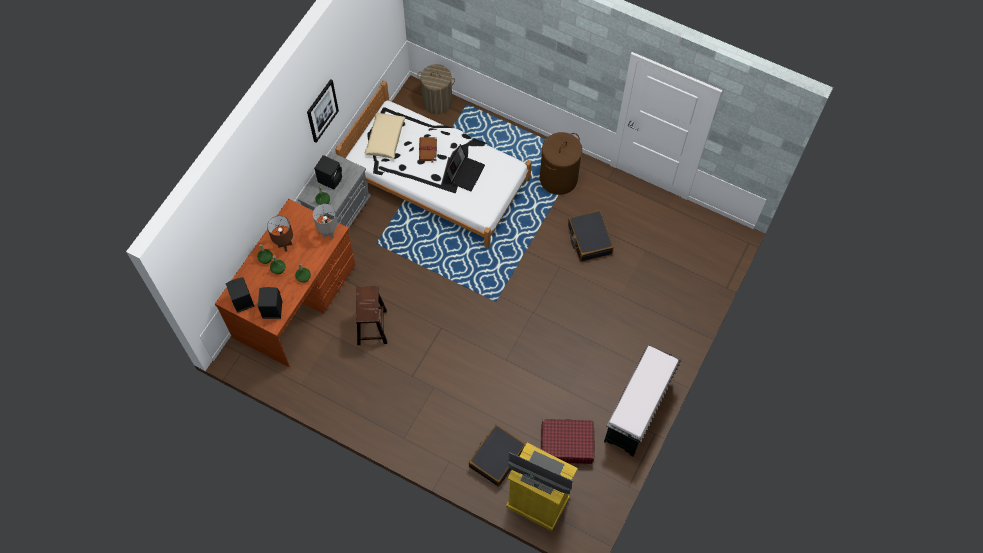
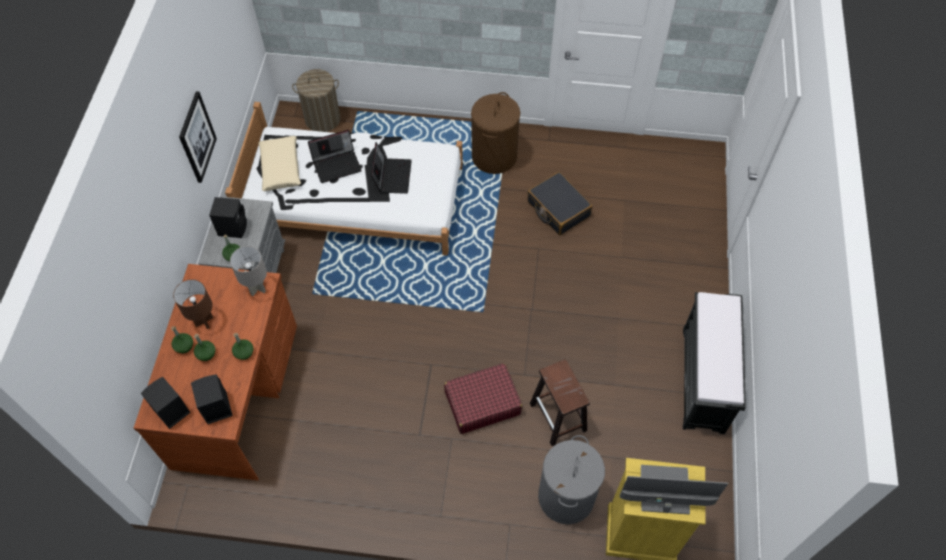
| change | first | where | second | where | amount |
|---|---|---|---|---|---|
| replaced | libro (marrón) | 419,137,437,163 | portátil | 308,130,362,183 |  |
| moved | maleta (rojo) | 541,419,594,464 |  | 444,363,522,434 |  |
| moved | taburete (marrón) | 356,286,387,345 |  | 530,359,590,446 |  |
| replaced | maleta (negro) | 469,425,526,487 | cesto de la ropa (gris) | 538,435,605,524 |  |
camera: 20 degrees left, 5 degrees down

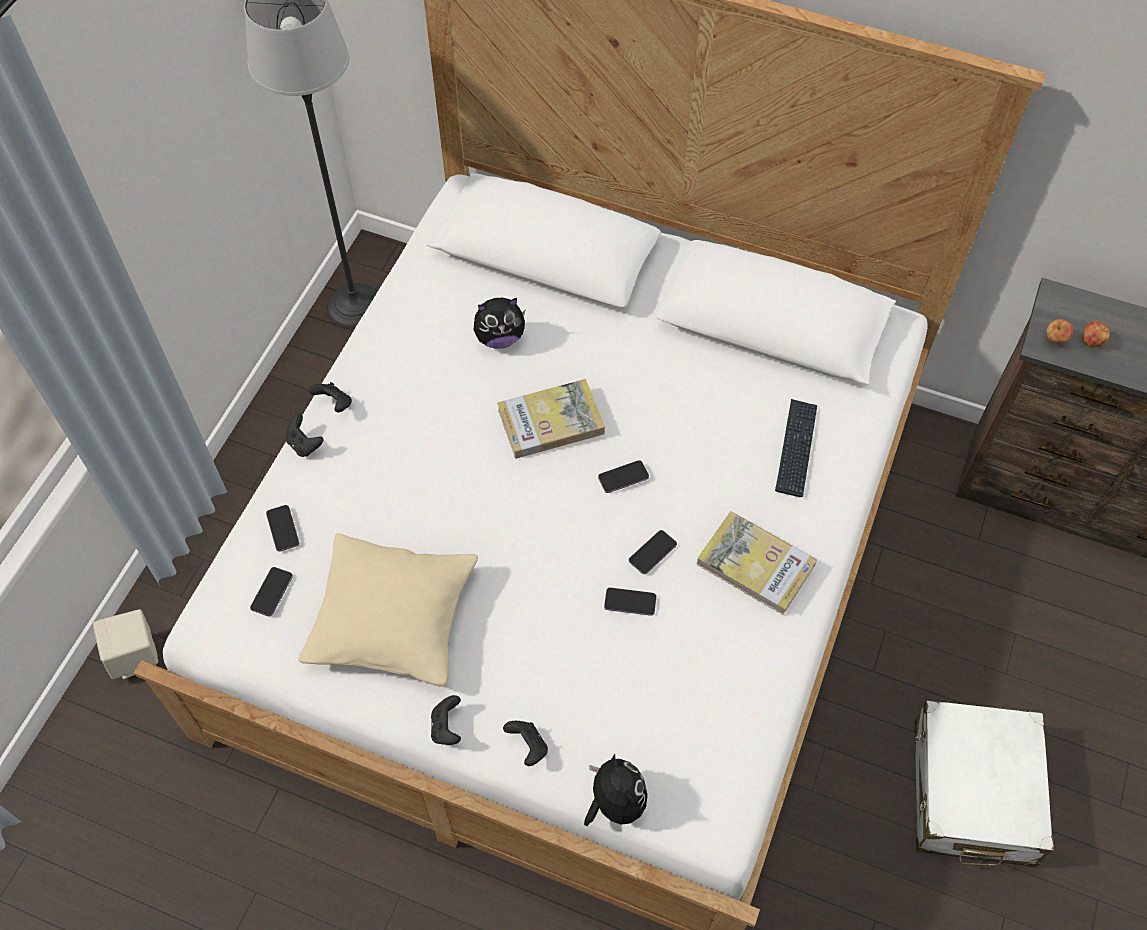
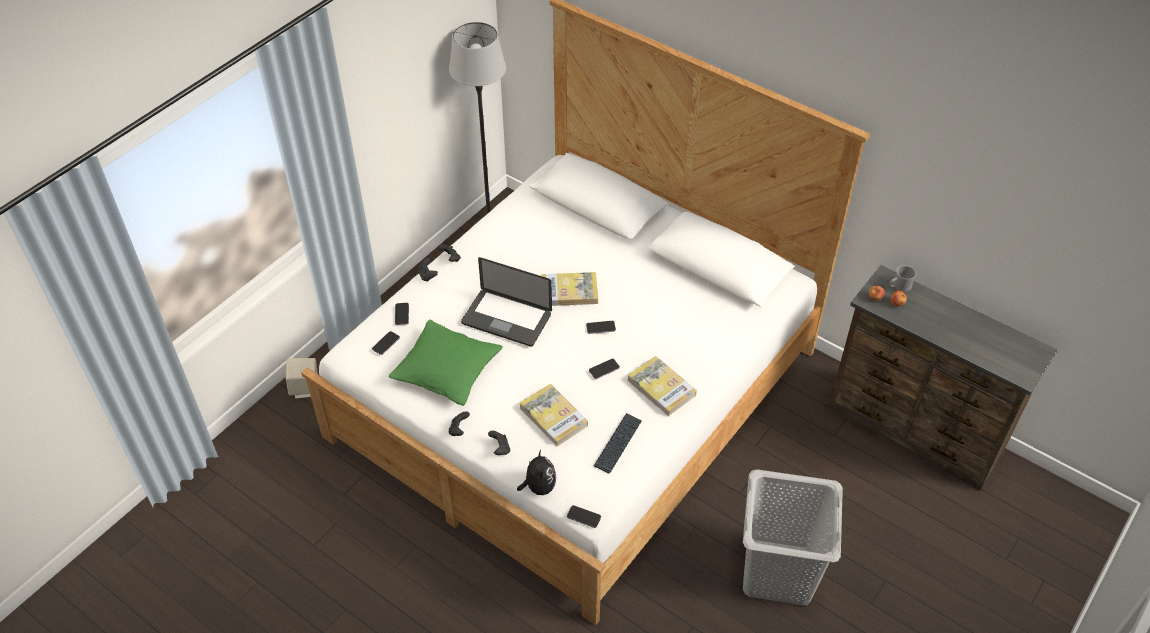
| change | first | where | second | where | amount |
|---|---|---|---|---|---|
| recoloured | cojín (beis) | 298,533,478,687 | cojín (verde) | 389,320,503,406 |  |
| added |  |  | portátil | 461,257,552,347 |  |
| added |  |  | libro | 519,384,588,446 |  |
| moved | móvil | 604,587,656,616 |  | 567,505,601,528 |  |
| moved | teclado | 775,399,817,497 |  | 594,413,642,474 |  |
| replaced | maleta (blanco) | 915,700,1054,867 | cesto de la ropa (gris) | 743,469,843,605 |  |
| added |  |  | taza grande (gris) | 889,265,916,292 |  |
| removed | peluche | 474,298,526,349 |  |  |  |
camera: 15 degrees right, 10 degrees down

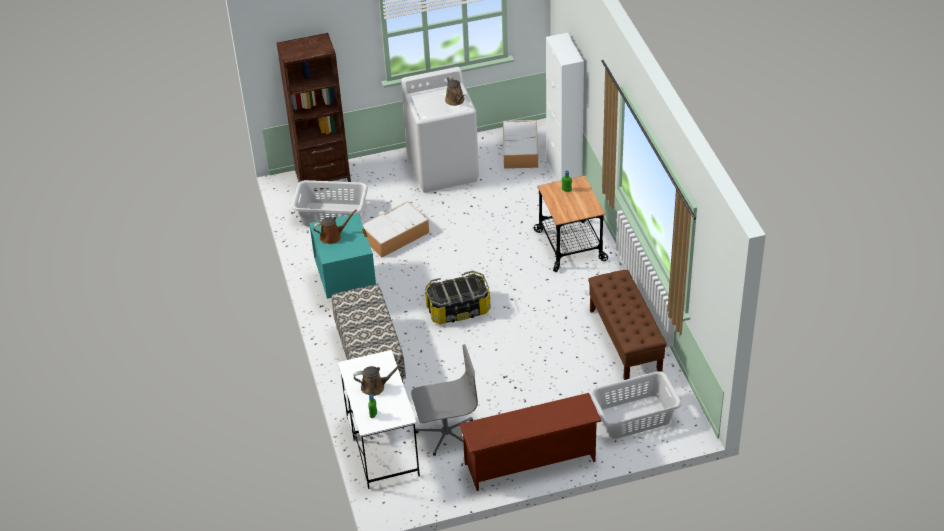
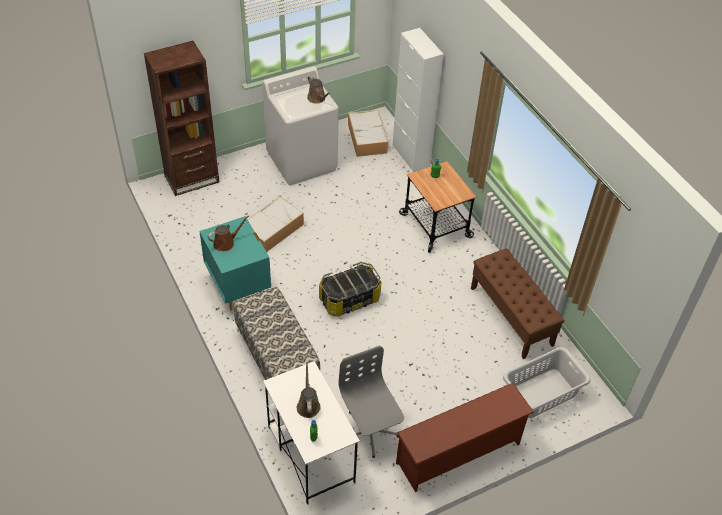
| change | first | where | second | where | amount |
|---|---|---|---|---|---|
| turned | regadera (marrón) | 354,362,404,396 |  | 297,362,321,418 | 75 degrees counterclockwise |
| turned | silla de oficina (gris) | 411,344,478,456 |  | 339,346,404,458 | 90 degrees counterclockwise |
| removed | cesto de la ropa (gris) | 292,180,368,226 |  |  |  |
camera: 15 degrees left, 5 degrees up

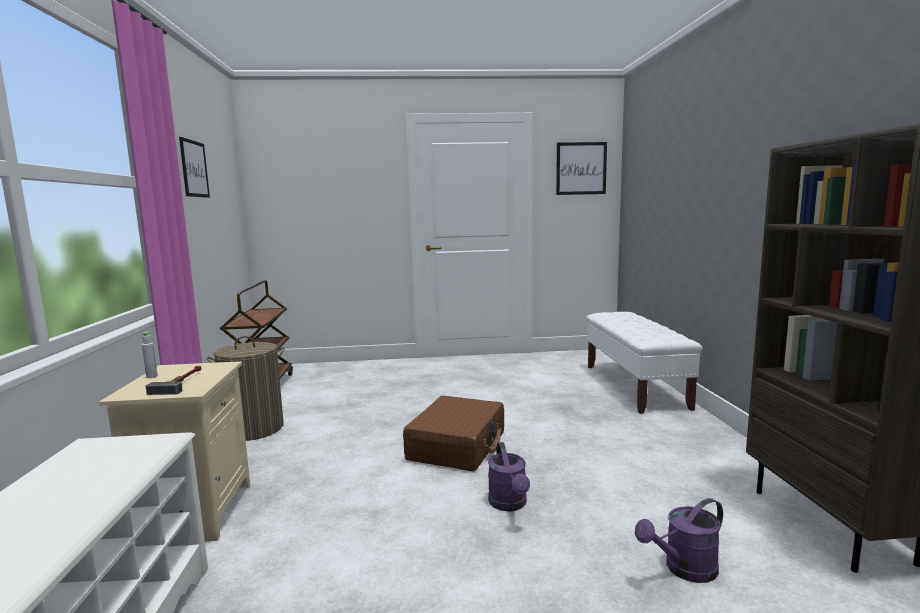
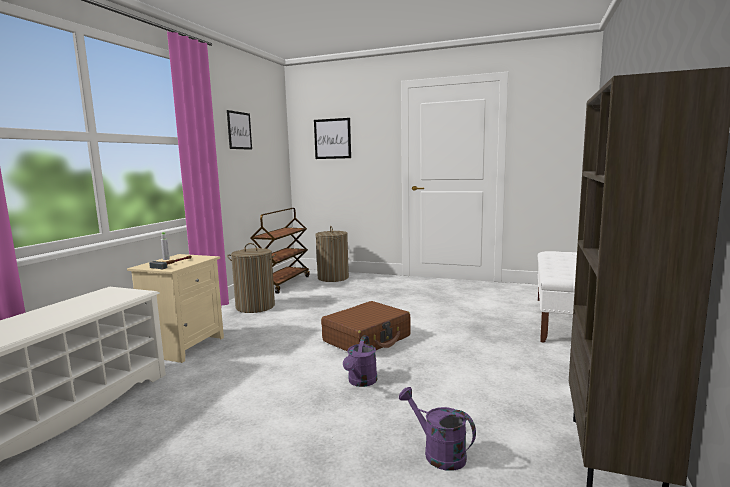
| change | first | where | second | where | amount |
|---|---|---|---|---|---|
| moved | cuadro | 556,142,607,195 |  | 314,118,351,159 |  |
| added |  |  | cesto de la ropa | 315,226,349,282 |  |
| turned | regadera (morado) | 635,498,723,583 |  | 399,387,476,471 | 45 degrees clockwise |
camera: 25 degrees right, 0 degrees up

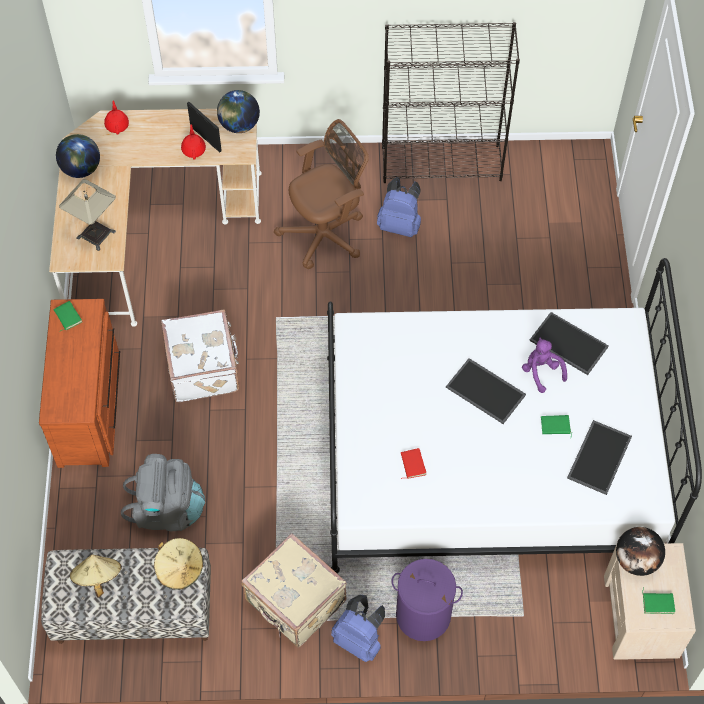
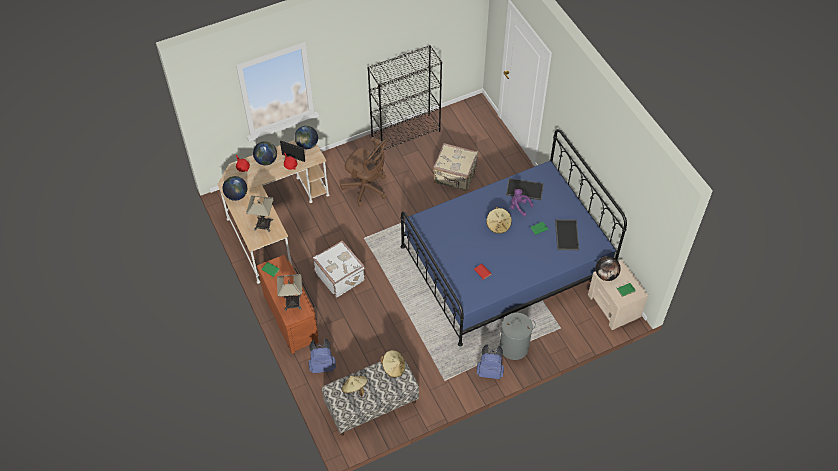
| change | first | where | second | where | amount |
|---|---|---|---|---|---|
| added |  |  | globo terráqueo | 253,141,277,165 |  |
| added |  |  | lámpara de mesa | 277,274,302,311 |  |
| moved | mochila (azul) | 377,177,421,237 |  | 308,339,336,374 |  |
| turned | silla de oficina (marrón) | 274,119,369,269 |  | 340,137,388,206 | 90 degrees clockwise |
| recoloured | cama (blanco) | 327,258,702,574 | cama (azul) | 400,129,627,347 |  |
| moved | maleta (beis) | 241,533,347,648 |  | 433,143,478,191 |  |
| replaced | bandeja | 446,358,526,424 | sombrero (beis) | 486,207,512,234 |  |
| recoloured | cesto de la ropa (morado) | 392,559,463,641 | cesto de la ropa (gris) | 498,313,536,360 |  |
| removed | mochila (gris) | 121,454,205,531 |  |  |  |
camera: 25 degrees left, 5 degrees down

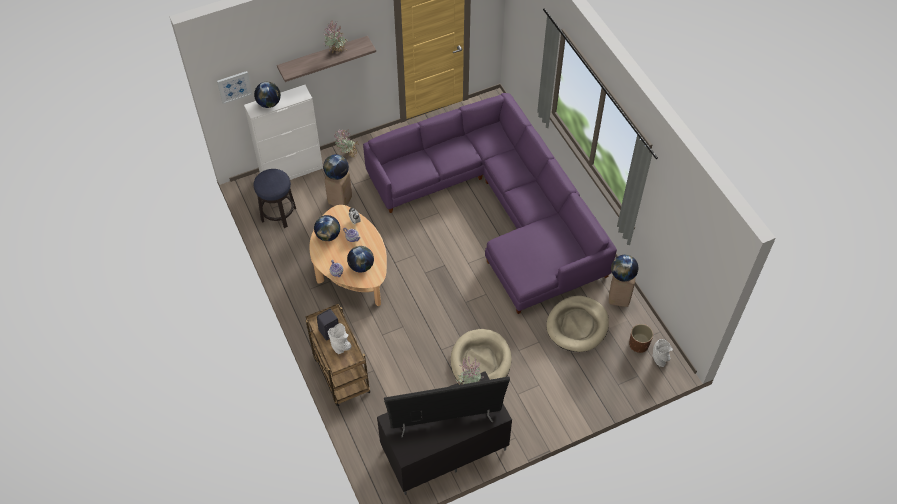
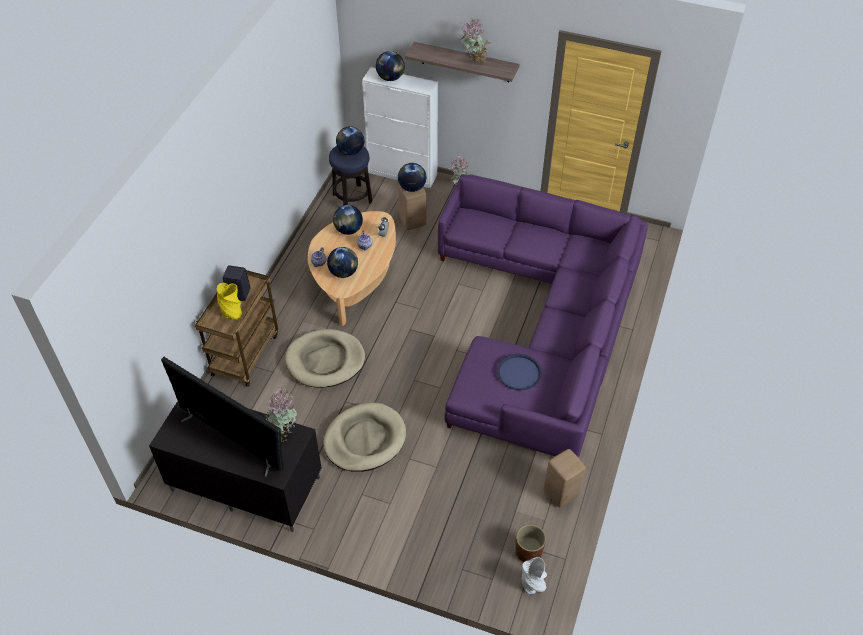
| change | first | where | second | where | amount |
|---|---|---|---|---|---|
| recoloured | florero (gris) | 328,323,351,354 | florero (amarillo) | 216,283,242,320 |  |
| moved | cama para perro (beis) | 546,295,609,352 |  | 285,329,365,388 |  |
| moved | globo terráqueo | 611,255,638,282 |  | 336,126,364,155 |  |
| added |  |  | bandeja (azul) | 497,354,542,390 |  |
| removed | cuadro | 217,71,253,104 |  |  |  |
camera: 45 degrees right, 5 degrees down

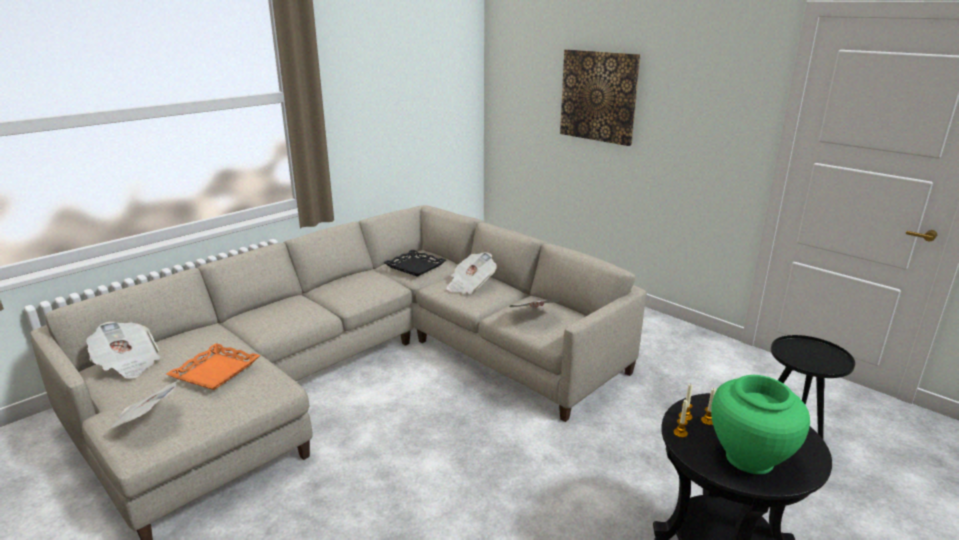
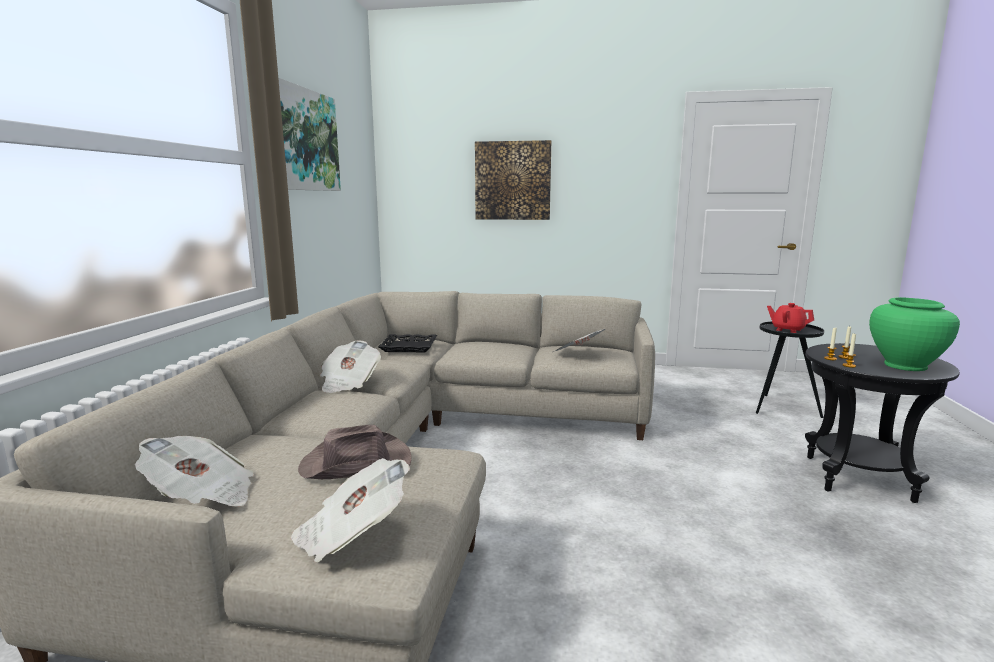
| change | first | where | second | where | amount |
|---|---|---|---|---|---|
| added |  |  | cuadro | 278,78,341,191 |  |
| replaced | bandeja (naranja) | 166,343,260,390 | sombrero (marrón) | 298,424,412,479 |  |
| moved | periódico | 446,252,497,294 |  | 320,340,381,393 |  |
| added |  |  | tetera (rojo) | 767,303,814,333 |  |
camera: 35 degrees left, 10 degrees down

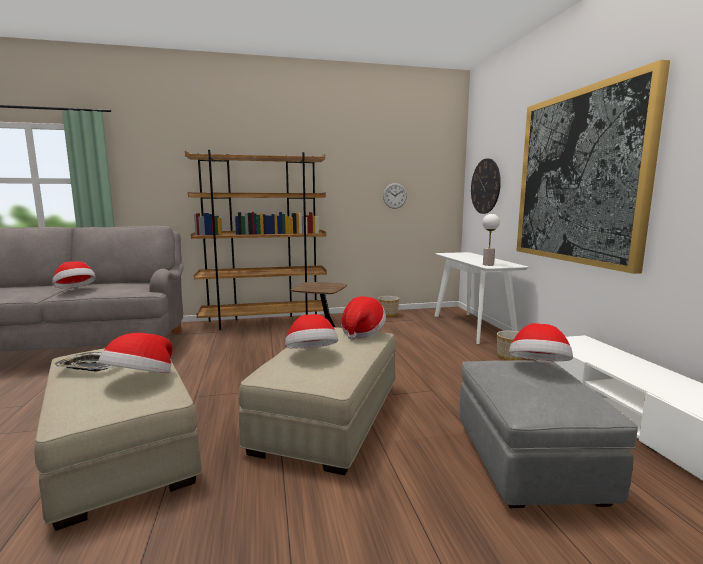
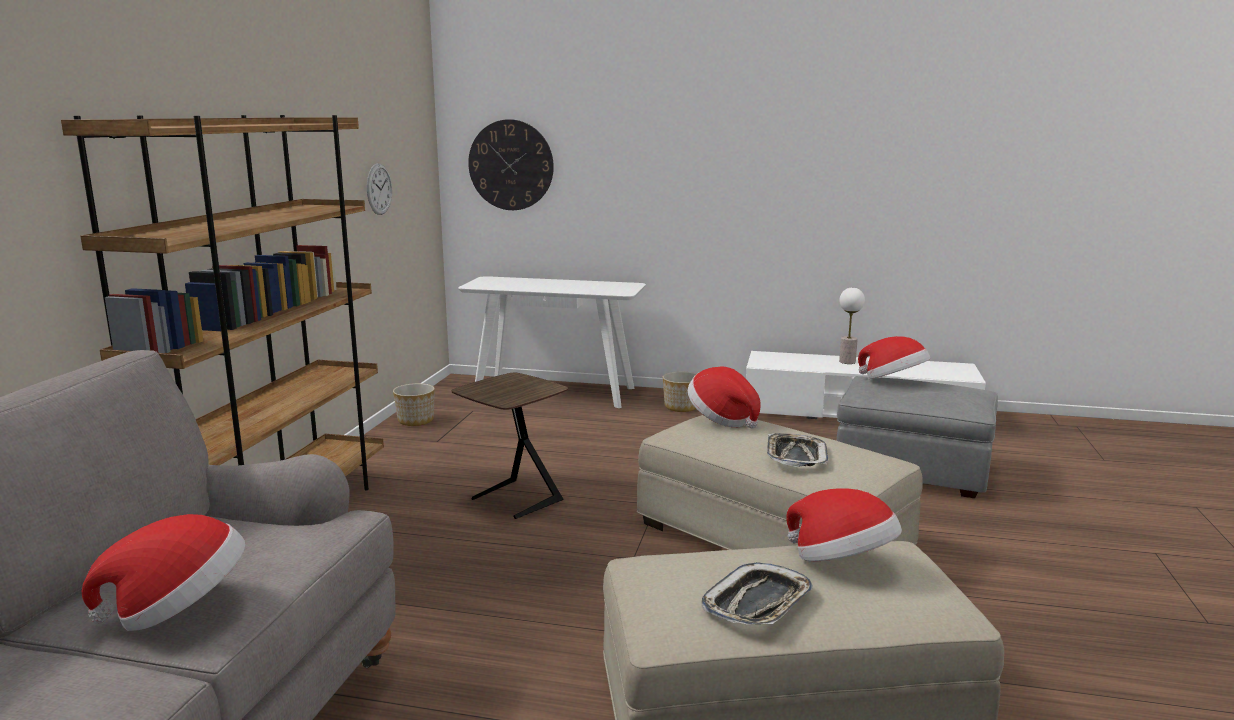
| change | first | where | second | where | amount |
|---|---|---|---|---|---|
| replaced | sombrero | 285,314,338,348 | bandeja | 767,433,828,467 |  |
| moved | lámpara de mesa | 482,214,500,266 |  | 839,287,865,364 |  |
| removed | cuadro | 516,60,670,274 |  |  |  |
camera: 65 degrees left, 5 degrees up

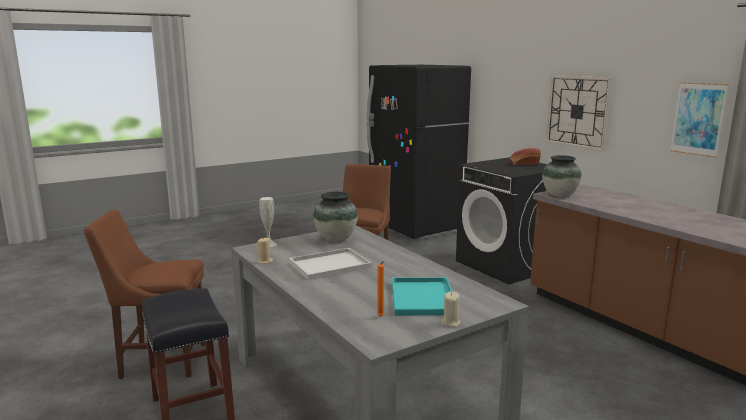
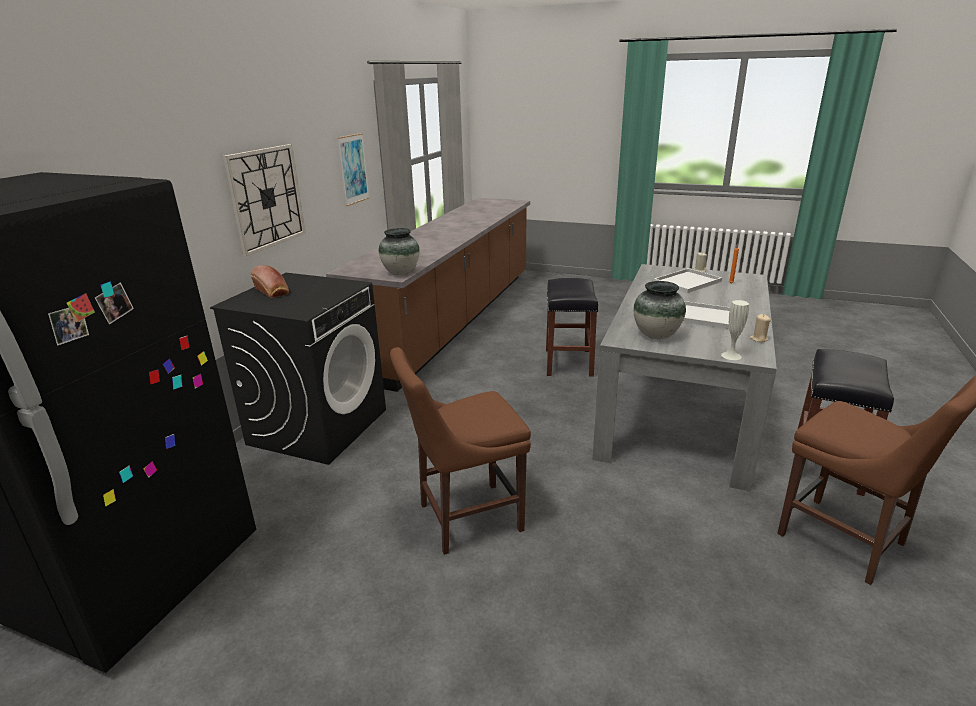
| change | first | where | second | where | amount |
|---|---|---|---|---|---|
| added |  |  | taburete (negro) | 546,278,599,377 |  |
| recoloured | bandeja (turquesa) | 392,277,452,315 | bandeja (blanco) | 654,268,722,293 |  |
camera: 125 degrees left, 10 degrees up

